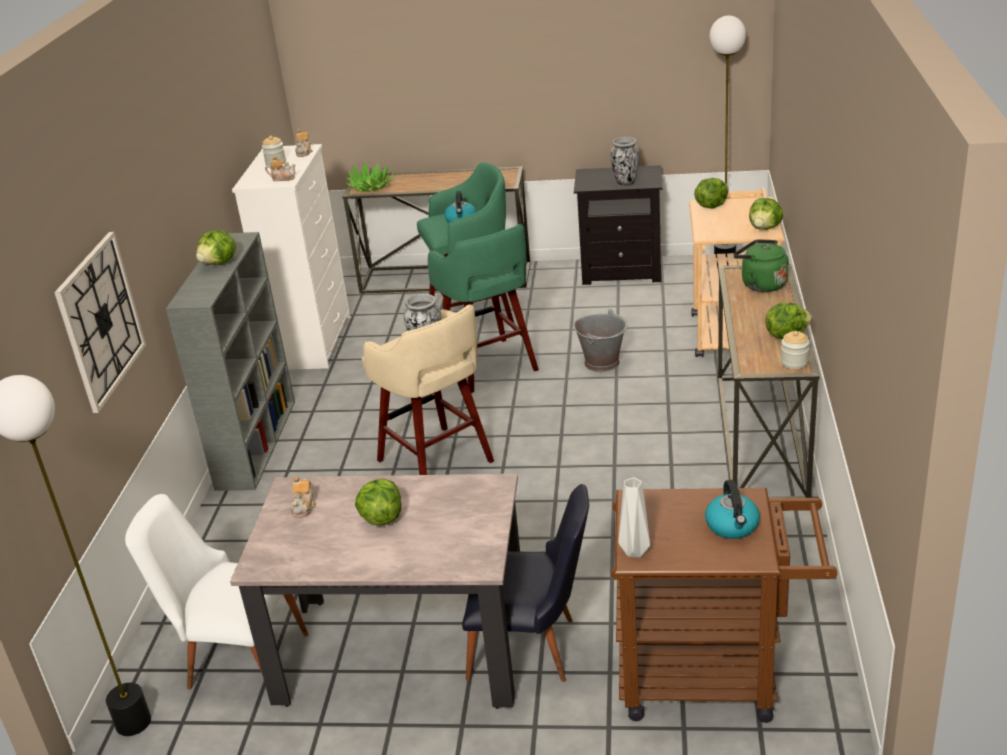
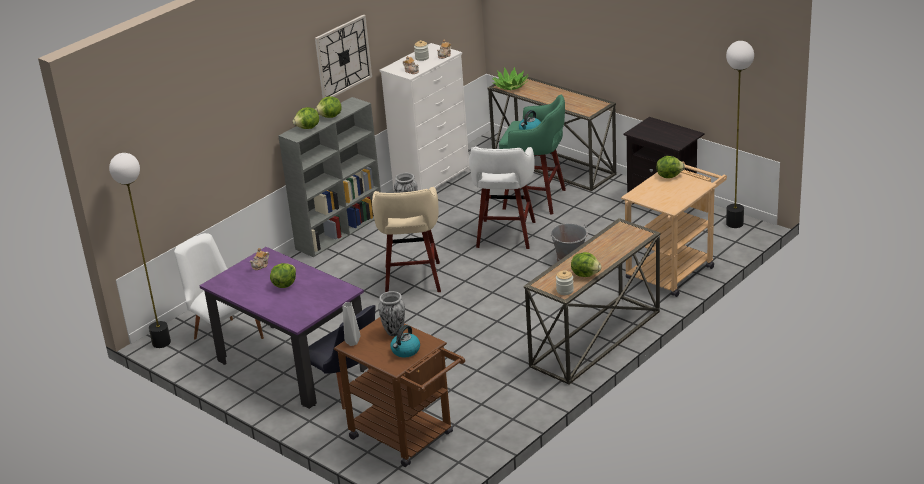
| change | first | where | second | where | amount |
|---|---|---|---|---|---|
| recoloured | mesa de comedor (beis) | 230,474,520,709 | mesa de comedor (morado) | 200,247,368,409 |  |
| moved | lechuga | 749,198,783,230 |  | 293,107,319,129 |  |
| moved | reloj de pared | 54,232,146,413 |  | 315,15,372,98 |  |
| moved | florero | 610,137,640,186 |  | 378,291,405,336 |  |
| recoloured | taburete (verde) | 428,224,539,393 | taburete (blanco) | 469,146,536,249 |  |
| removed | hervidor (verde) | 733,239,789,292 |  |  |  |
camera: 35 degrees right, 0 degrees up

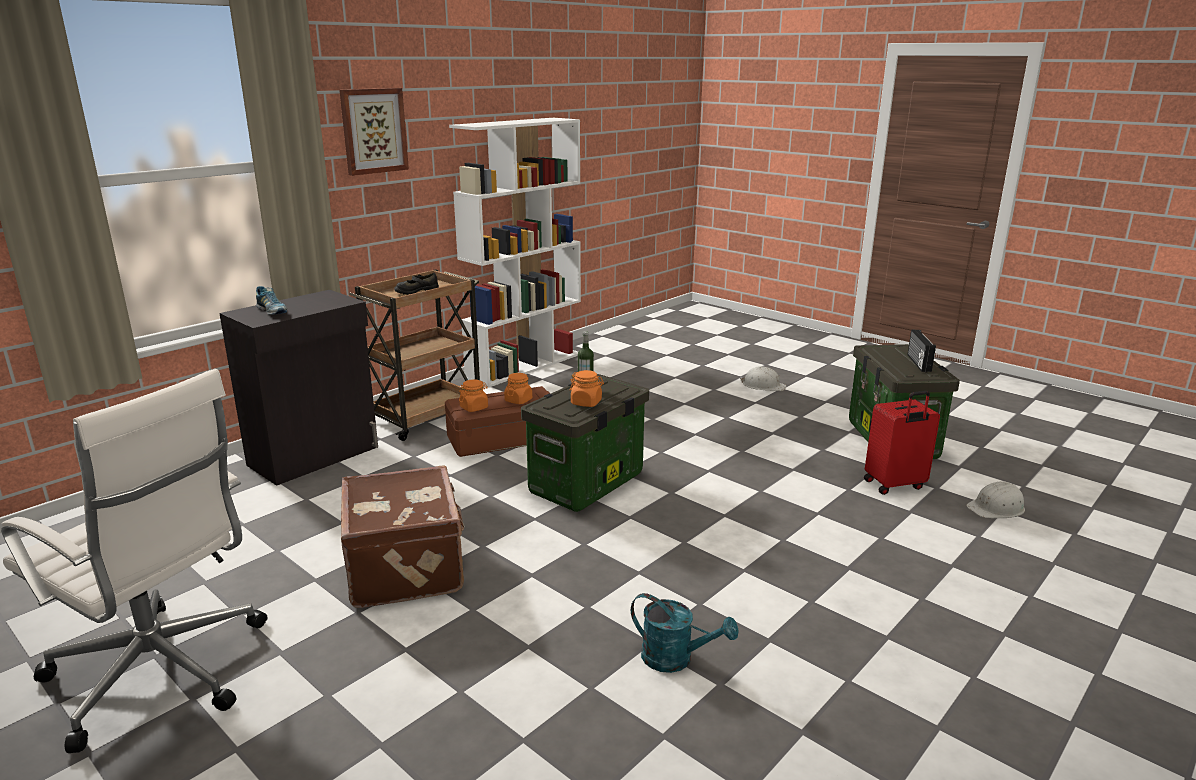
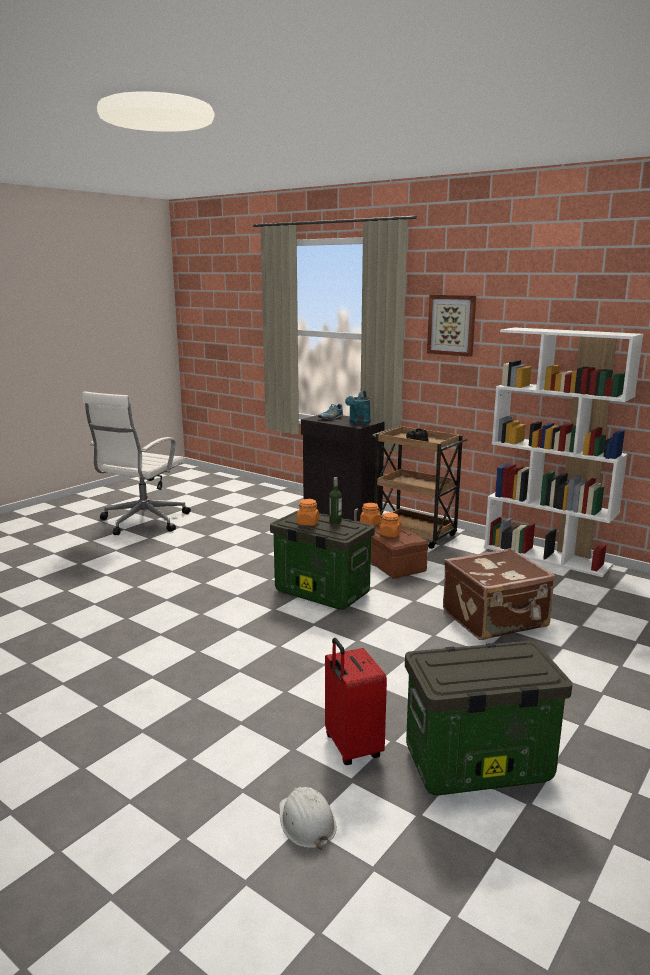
| change | first | where | second | where | amount |
|---|---|---|---|---|---|
| moved | regadera (turquesa) | 631,593,739,673 |  | 345,391,371,424 |  |
| moved | maleta (marrón) | 341,465,465,608 |  | 443,548,555,640 |  |
| removed | casco (blanco) | 740,366,786,391 |  |  |  |
| removed | radio | 907,330,936,372 |  |  |  |
camera: 85 degrees right, 5 degrees down

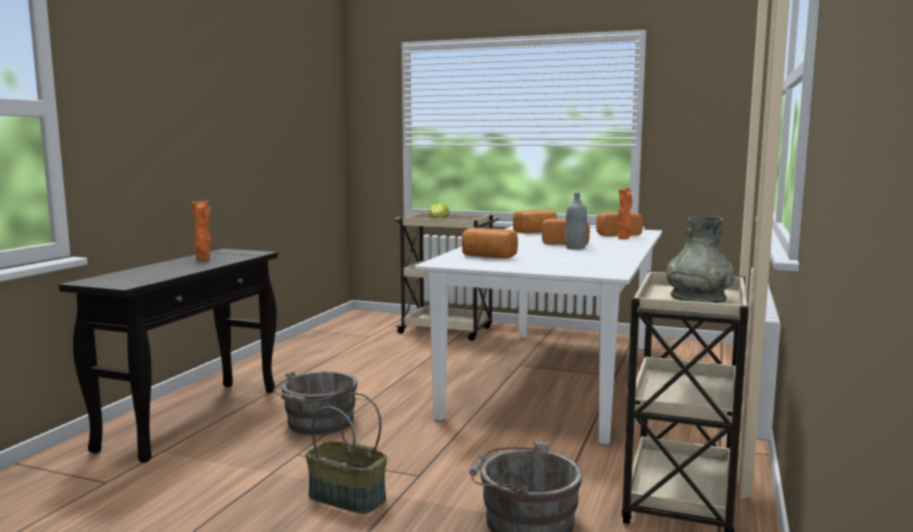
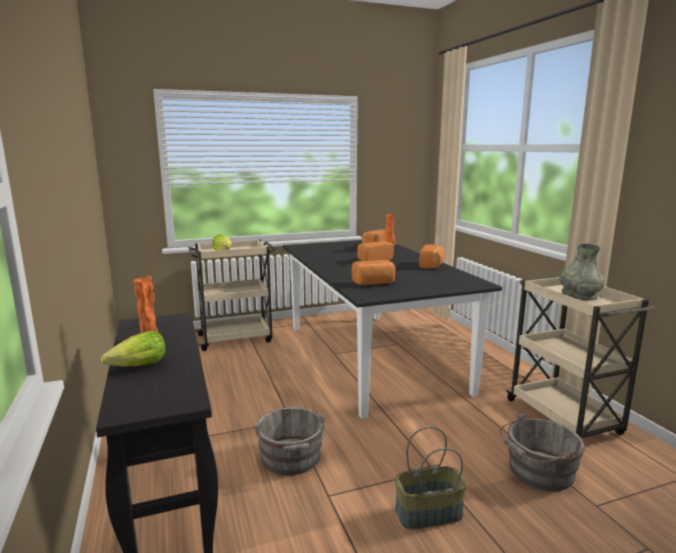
| change | first | where | second | where | amount |
|---|---|---|---|---|---|
| added |  |  | lechuga | 101,331,165,366 |  |
| recoloured | mesa de comedor (blanco) | 415,226,662,444 | mesa de comedor (negro) | 283,240,502,419 |  |
| moved | pan | 513,209,557,233 |  | 419,244,445,269 |  |
| removed | botella (gris) | 565,193,587,250 |  |  |  |
camera: 40 degrees left, 5 degrees up

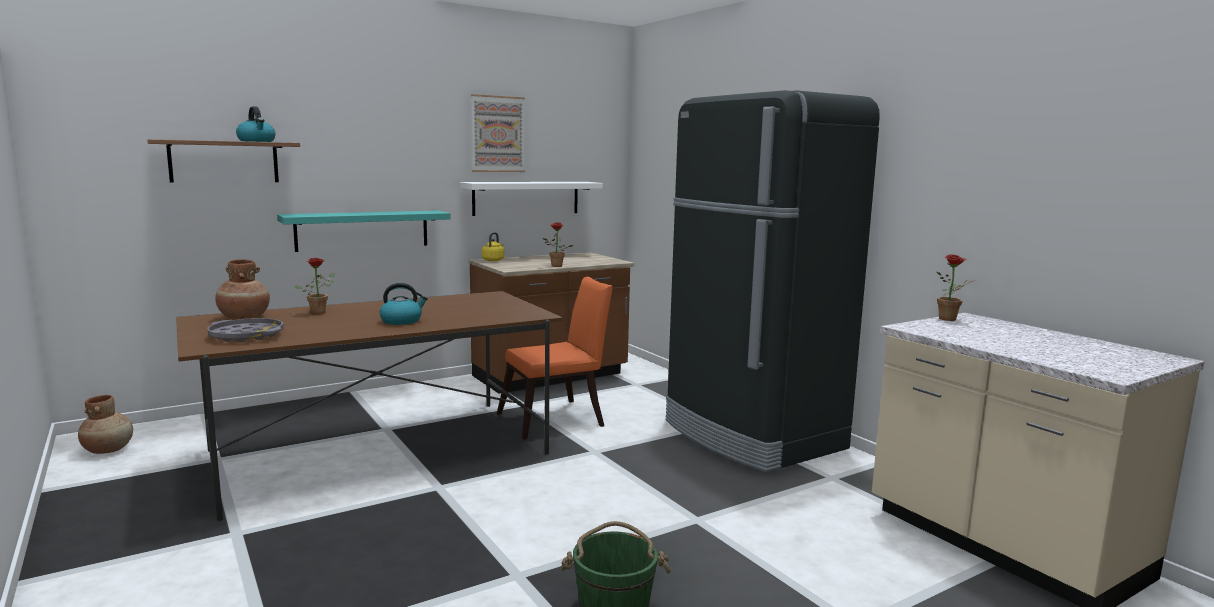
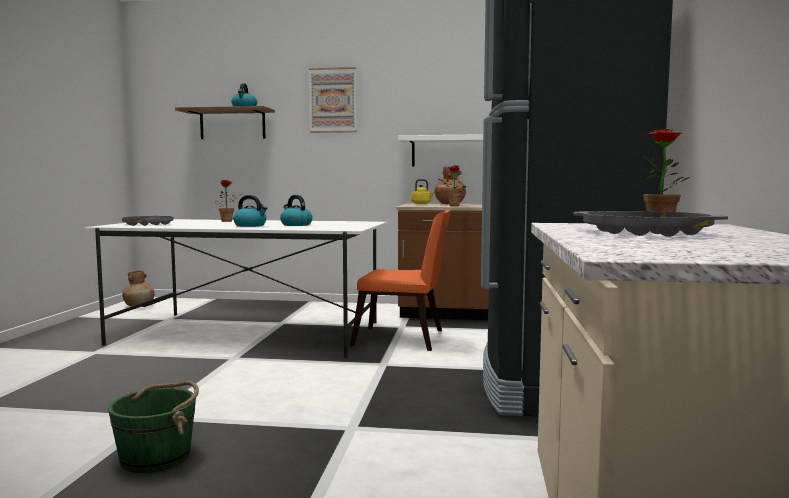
| change | first | where | second | where | amount |
|---|---|---|---|---|---|
| recoloured | mesa de comedor (marrón) | 176,291,563,521 | mesa de comedor (blanco) | 84,219,388,358 |  |
| added |  |  | hervidor | 280,195,313,226 |  |
| moved | cuadro | 471,94,525,172 |  | 309,67,357,133 |  |
| moved | florero (marrón) | 215,259,270,320 |  | 435,167,466,204 |  |
| added |  |  | bandeja (gris) | 573,211,728,237 |  |
| removed | estante (turquesa) | 277,211,451,252 |  |  |  |
camera: 40 degrees right, 5 degrees down

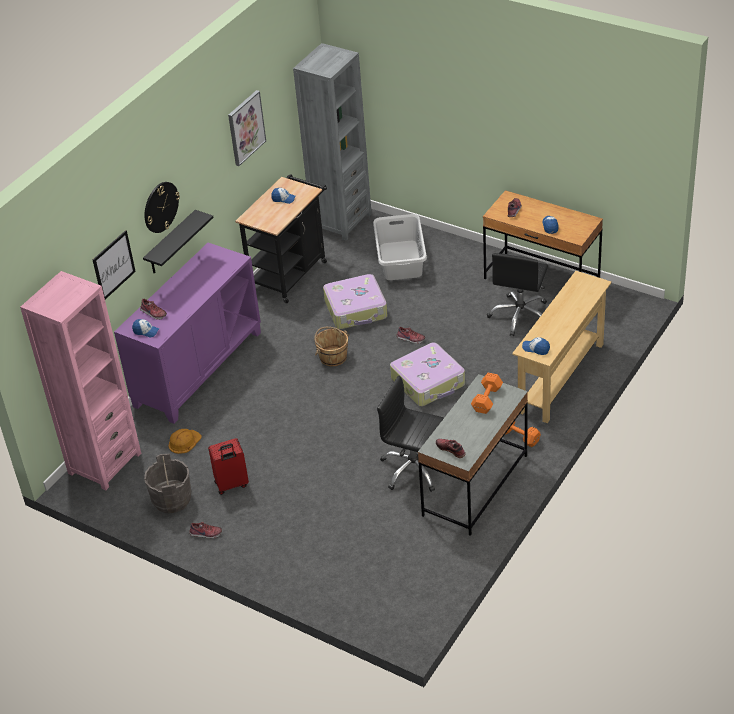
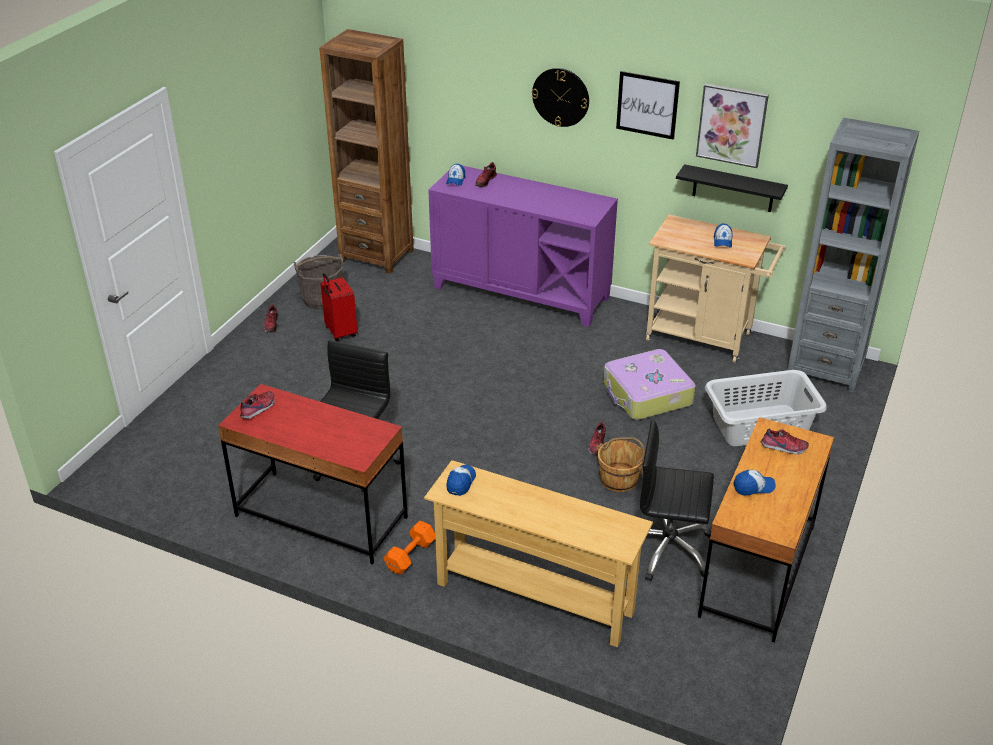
| change | first | where | second | where | amount |
|---|---|---|---|---|---|
| recoloured | escritorio (gris) | 418,374,528,536 | escritorio (rojo) | 218,384,408,565 |  |
| recoloured | estantería (rosa) | 20,271,141,490 | estantería (marrón) | 319,29,414,274 |  |
| moved | cubo (marrón) | 314,327,349,366 |  | 596,437,645,492 |  |
| moved | cuadro | 93,230,136,299 |  | 616,71,680,140 |  |
| recoloured | carrito (negro) | 235,174,327,303 | carrito (beis) | 646,215,786,363 |  |
| moved | estante (negro) | 143,210,214,273 |  | 676,164,788,212 |  |
| removed | casco (naranja) | 169,429,202,454 |  |  |  |
| removed | maleta | 390,342,465,406 |  |  |  |
| removed | mancuerna (naranja) | 471,373,503,414 |  |  |  |
camera: 80 degrees right, 5 degrees down

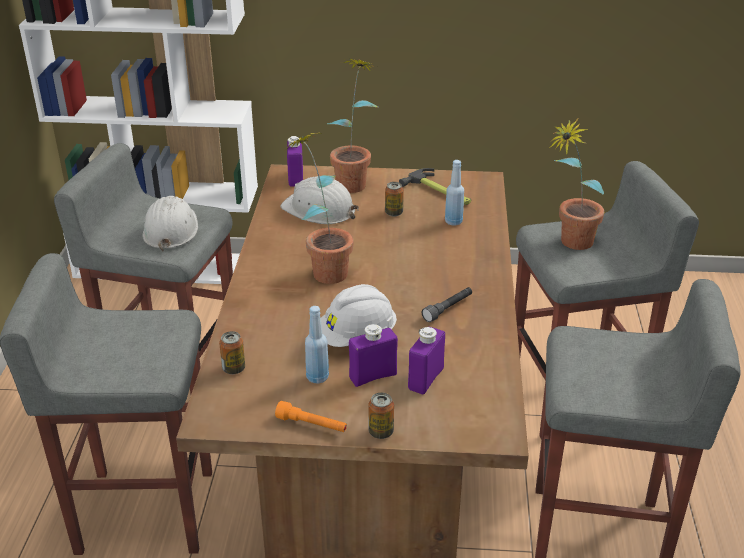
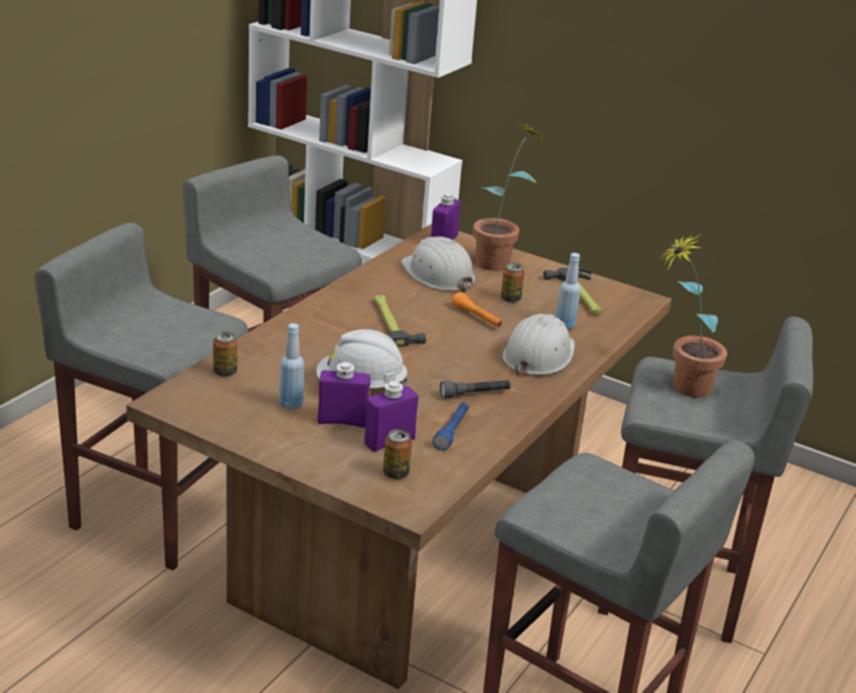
| change | first | where | second | where | amount |
|---|---|---|---|---|---|
| replaced | planta en maceta | 284,132,354,284 | martillo | 373,295,426,347 |  |
| moved | lata | 369,393,394,439 |  | 383,429,412,479 |  |
| added |  |  | linterna (azul) | 433,403,469,450 |  |
| moved | linterna (naranja) | 275,401,347,432 |  | 452,292,502,327 |  |
| moved | casco (blanco) | 142,196,198,251 |  | 502,314,575,375 |  |
camera: 25 degrees right, 5 degrees down

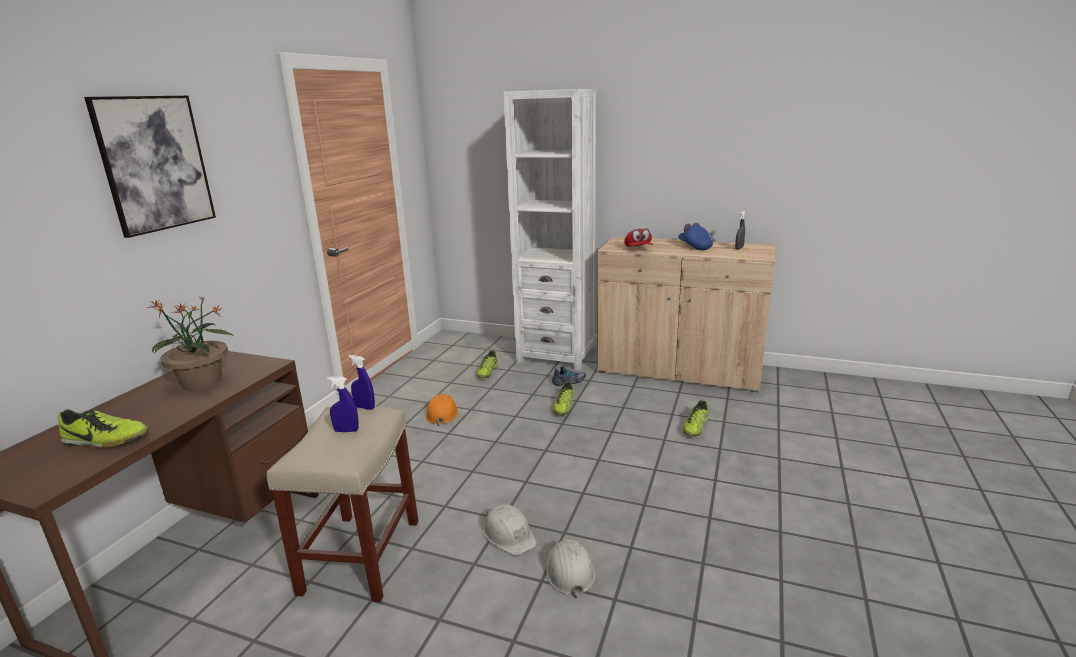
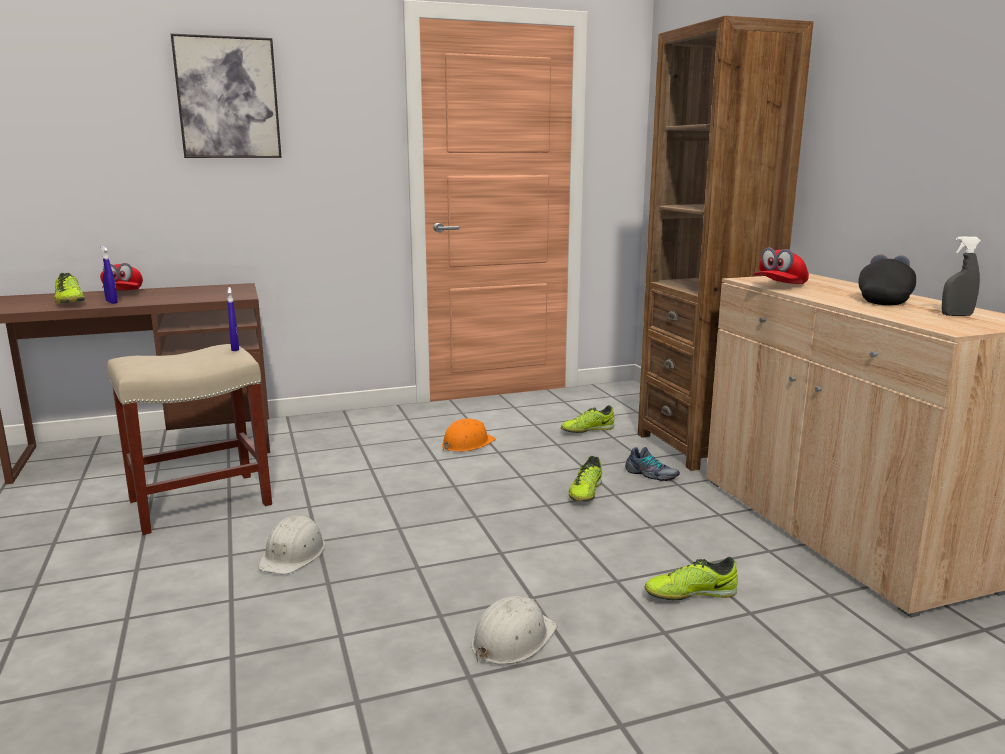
| change | first | where | second | where | amount |
|---|---|---|---|---|---|
| moved | pulverizador (azul) | 327,377,359,432 |  | 100,246,118,304 |  |
| added |  |  | gorra (rojo) | 100,263,143,290 |  |
| moved | casco (blanco) | 546,538,596,598 |  | 472,596,557,664 |  |
| turned | zapato | 553,381,574,415 |  | 569,456,602,502 | 45 degrees counterclockwise |
| recoloured | estantería (blanco) | 503,89,596,371 | estantería (marrón) | 638,16,813,471 |  |
| recoloured | gorra (azul) | 678,223,713,250 | gorra (negro) | 858,254,916,305 |  |
| removed | planta en maceta | 147,296,235,391 |  |  |  |
camera: 50 degrees right, 5 degrees down

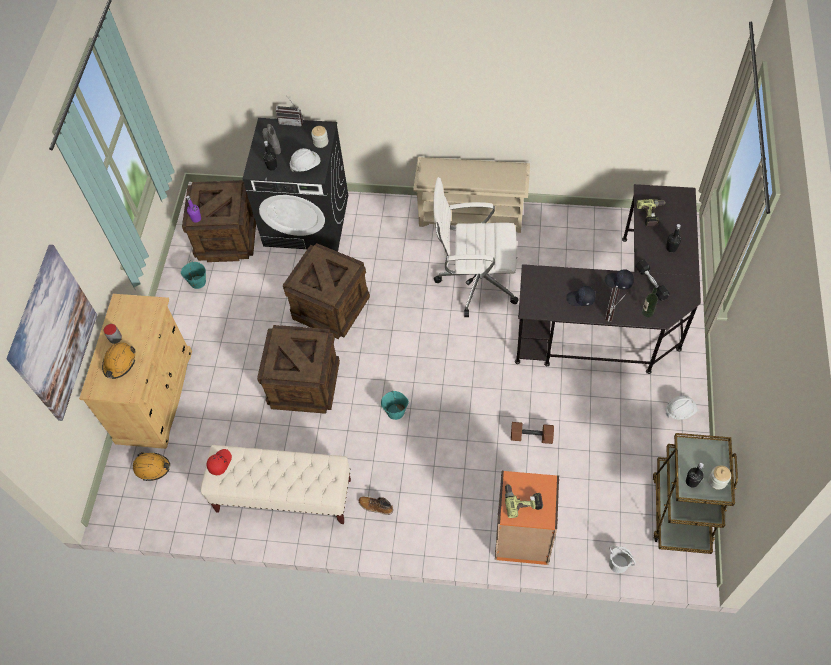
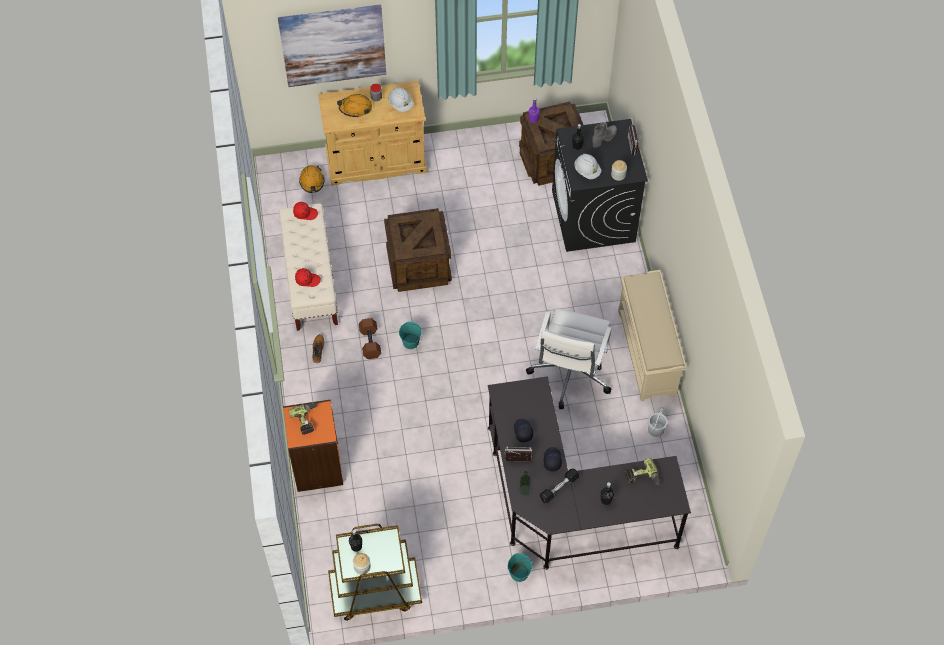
| change | first | where | second | where | amount |
|---|---|---|---|---|---|
| added |  |  | gorra (rojo) | 295,268,321,287 |  |
| moved | mancuerna (marrón) | 511,422,554,444 |  | 359,318,381,359 |  |
| moved | casco (blanco) | 666,395,698,420 |  | 388,87,413,112 |  |
| moved | cubo (turquesa) | 181,260,206,289 |  | 508,553,532,582 |  |
| turned | silla de oficina (blanco) | 433,177,519,317 |  | 526,308,612,409 | 150 degrees counterclockwise |
| moved | cubo (blanco) | 609,545,636,573 |  | 648,407,668,437 |  |
| removed | caja de embalaje | 283,243,370,339 |  |  |  |
camera: 70 degrees right, 0 degrees up

